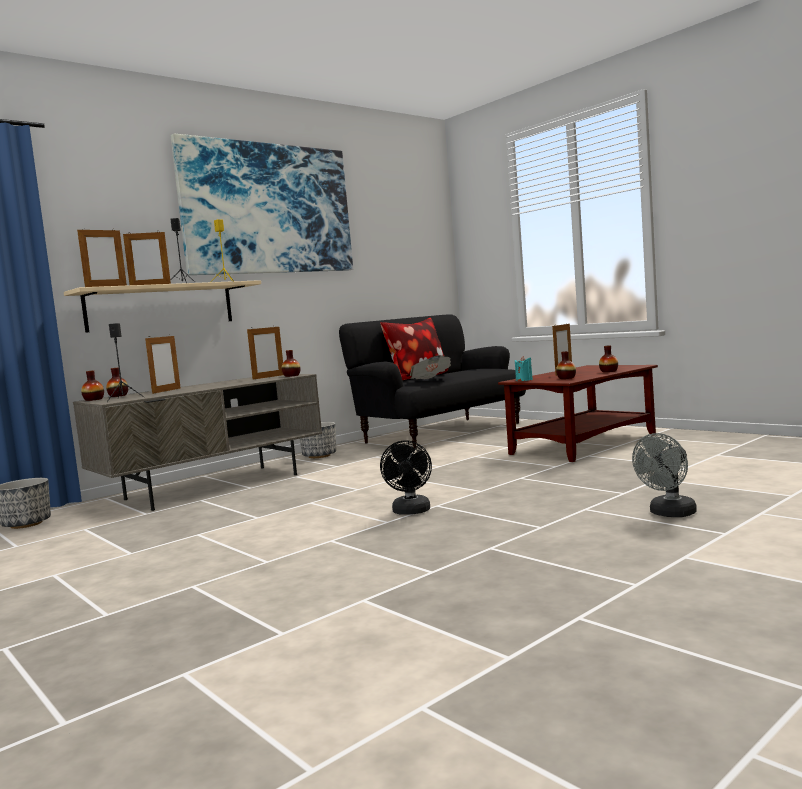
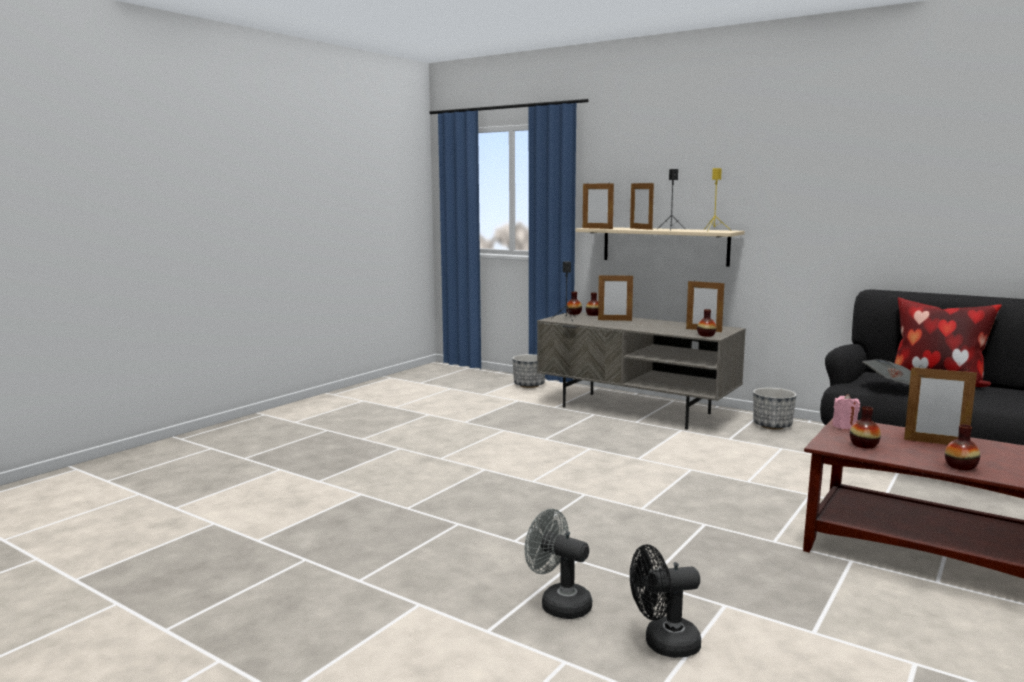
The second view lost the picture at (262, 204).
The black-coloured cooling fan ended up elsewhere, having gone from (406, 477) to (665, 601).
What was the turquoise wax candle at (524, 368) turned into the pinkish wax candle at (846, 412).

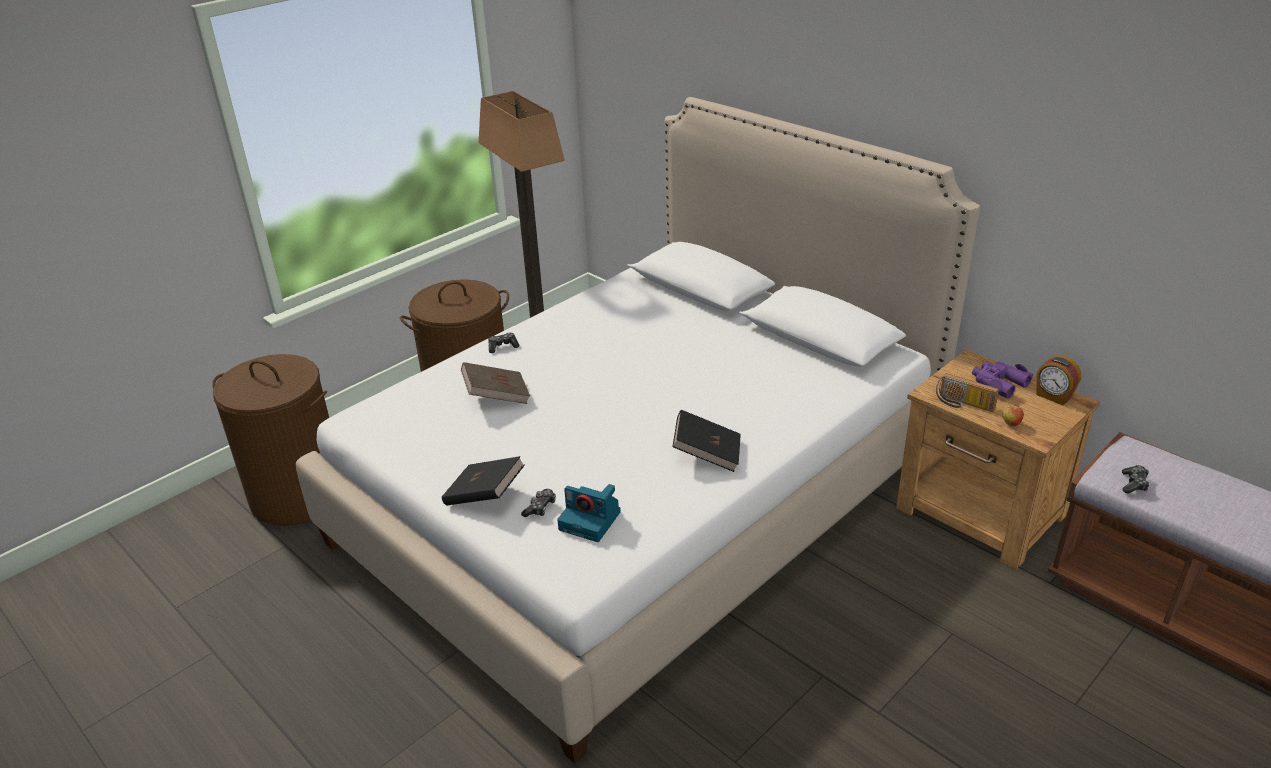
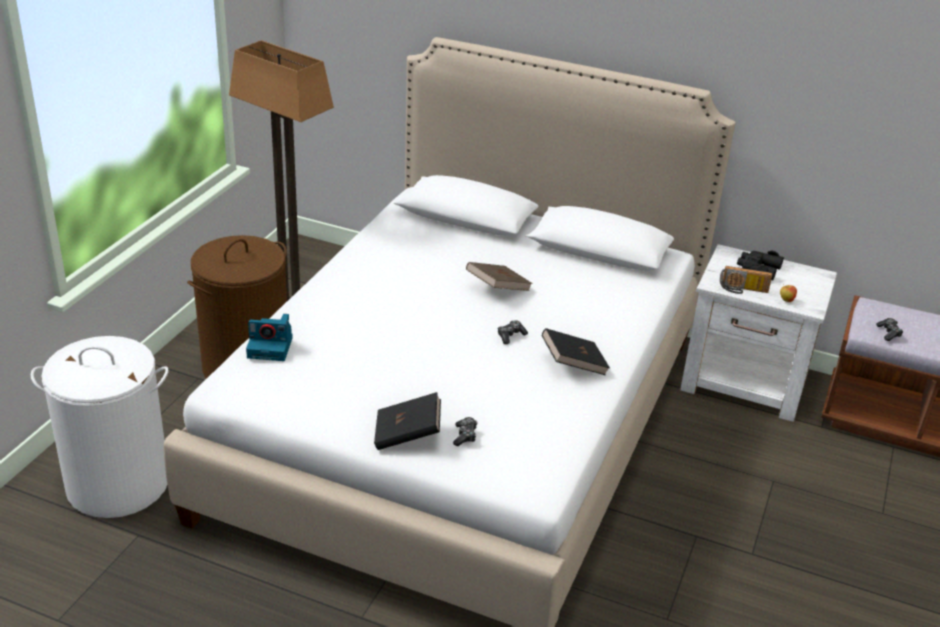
The second view lost the alarm clock at (1058, 380).
The brown-coloured bound book ended up elsewhere, having gone from (495, 383) to (499, 276).
The game controller ended up elsewhere, having gone from (504, 343) to (513, 332).
The still camera ended up elsewhere, having gone from (589, 513) to (269, 337).
What was the brown-coloured laundry basket at (270, 440) turned into the white-coloured laundry basket at (100, 427).
What was the brown-coloured nightstand at (998, 460) turned into the white-coloured nightstand at (758, 333).
What was the purple field glasses at (1002, 380) turned into the black-coloured field glasses at (760, 265).

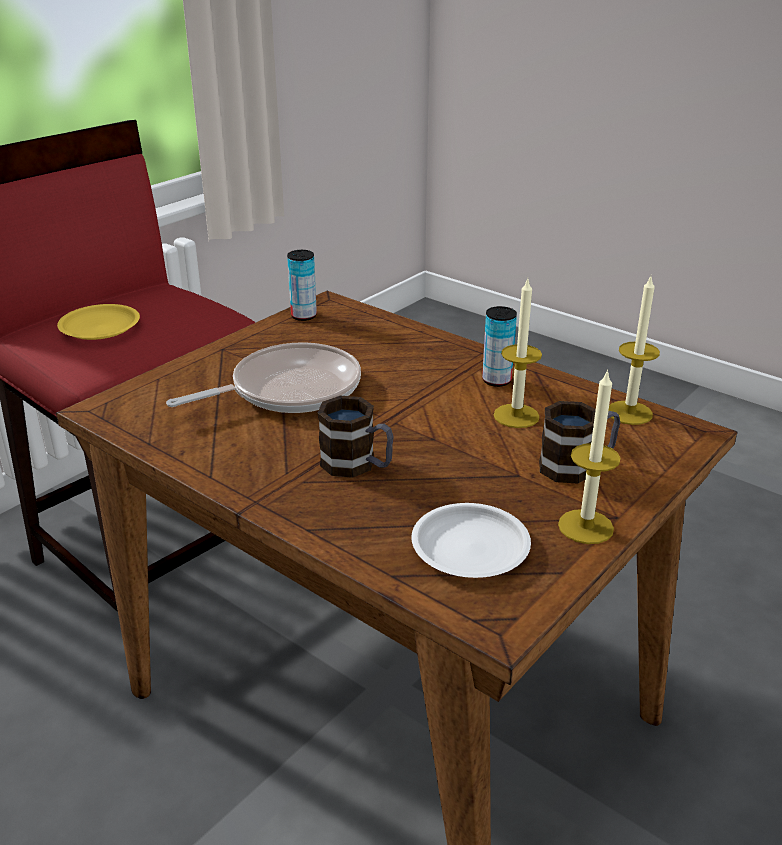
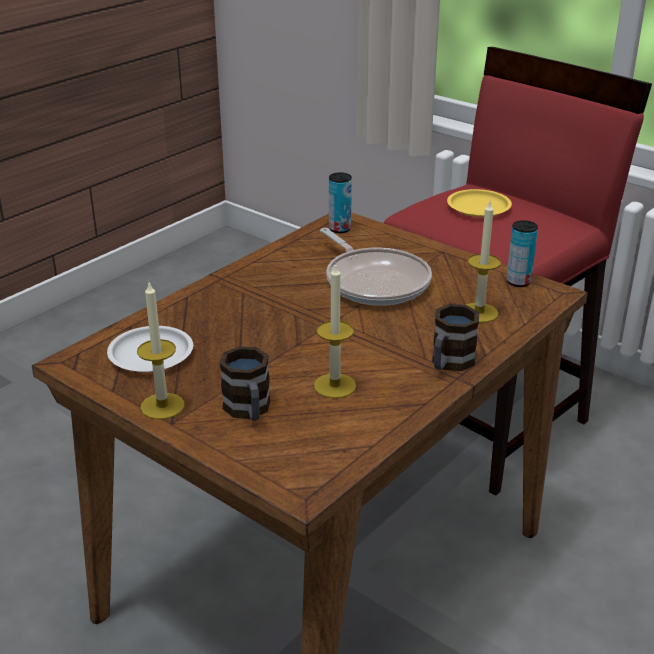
The tea mug ended up elsewhere, having gone from (356, 437) to (455, 337).
The metal can ended up elsewhere, having gone from (499, 346) to (340, 202).
The wax candle ended up elsewhere, having gone from (634, 351) to (483, 262).

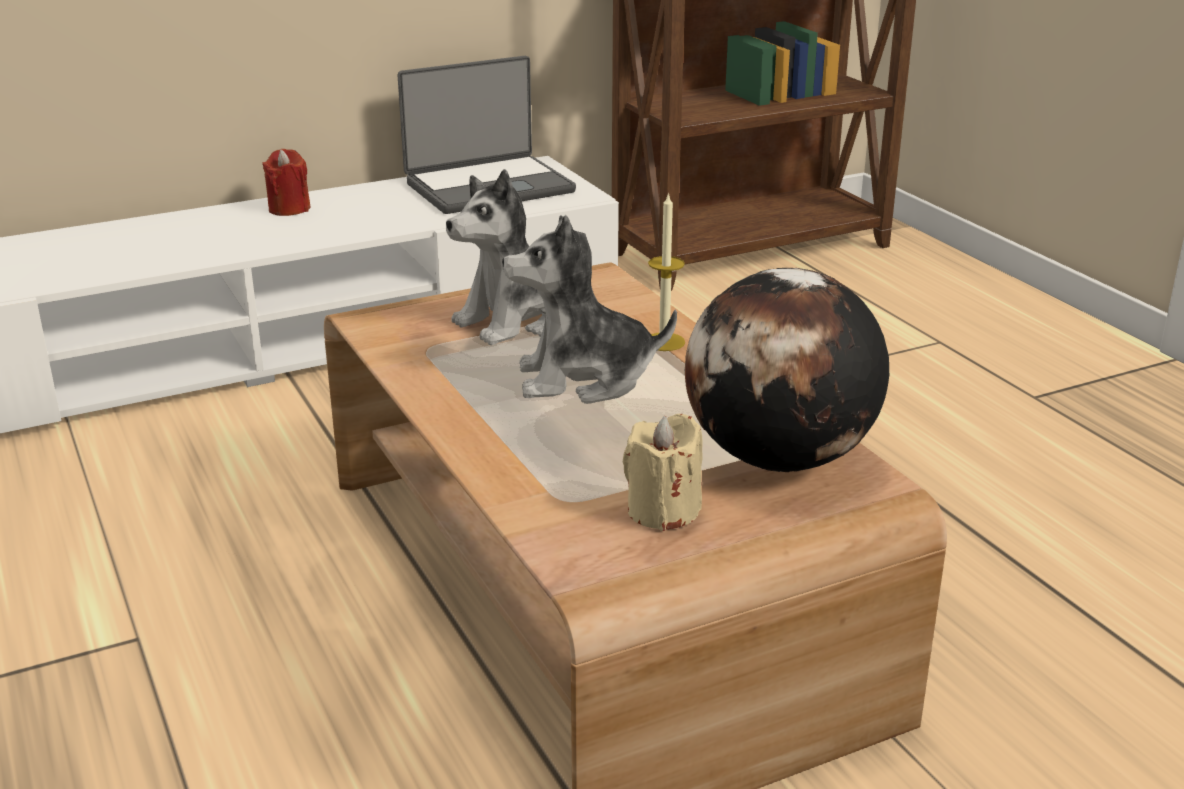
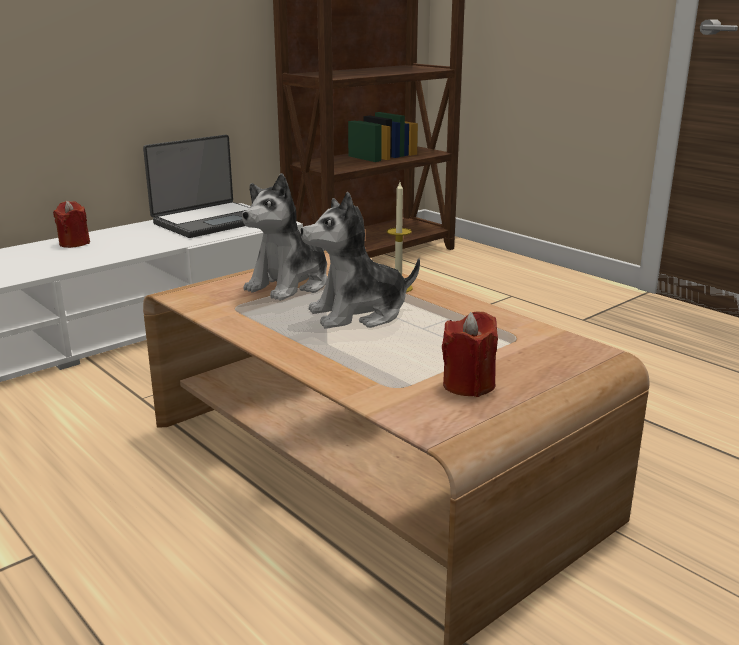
The second view lost the globe at (787, 370).
What was the sand-coloured wax candle at (663, 472) turned into the reddish wax candle at (470, 354).

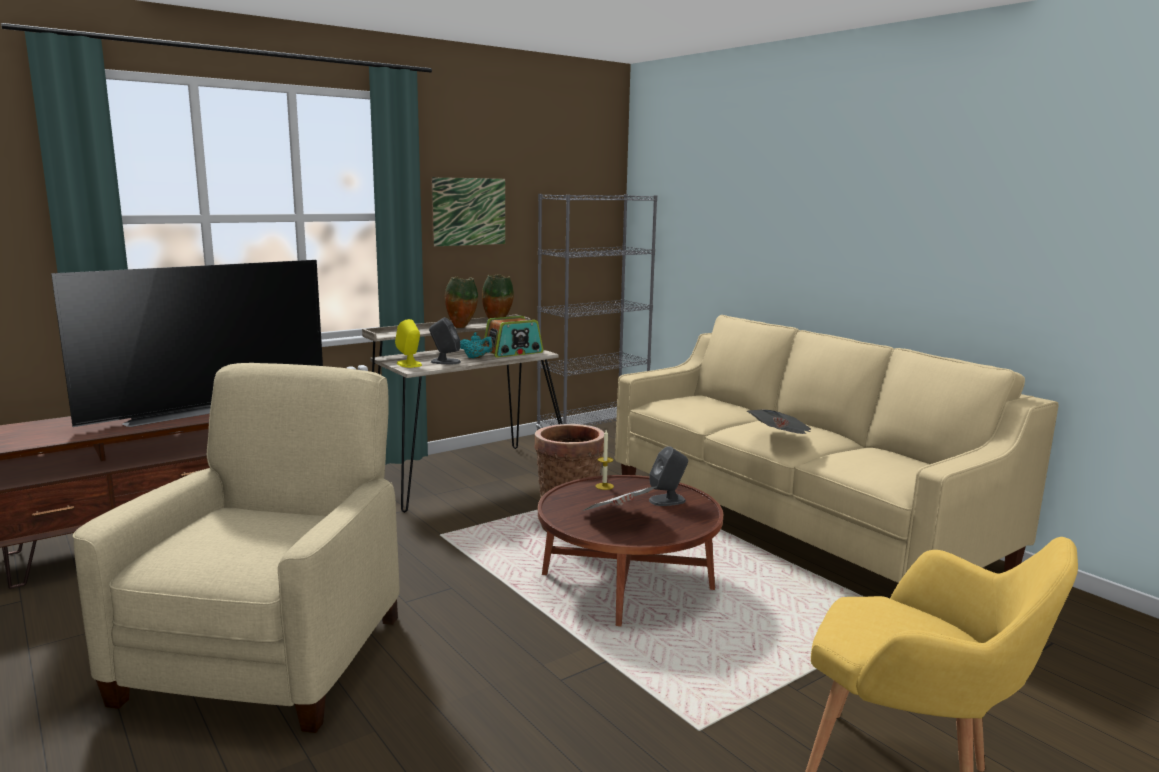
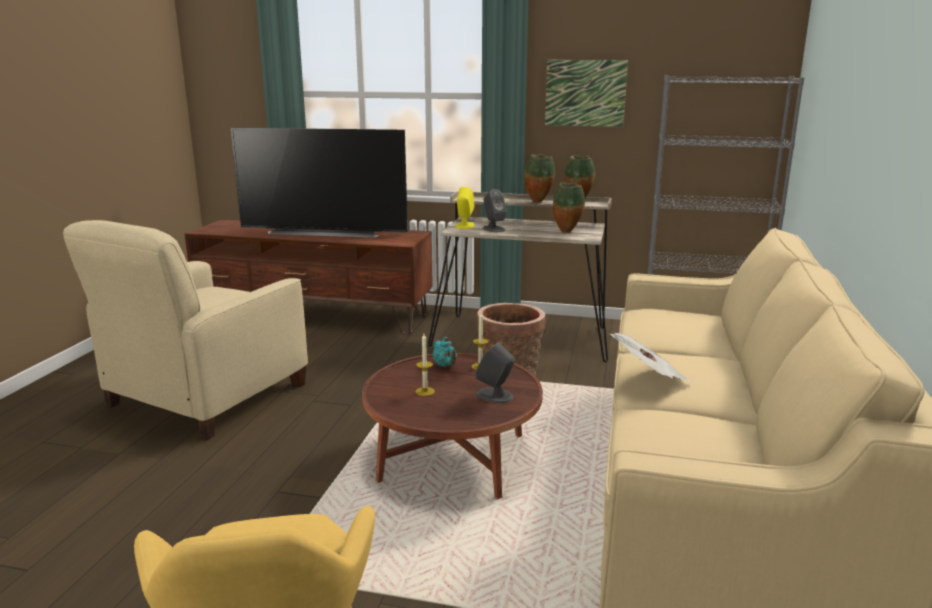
The turquoise teapot ended up elsewhere, having gone from (477, 345) to (445, 352).
Where the radio set stood at (513, 337), the decorative vase came to stand at (569, 207).
Where the printed paper stood at (620, 498), the wax candle came to stand at (425, 365).
The sand-coloured armchair at (236, 548) ended up facing another way, 150 degrees clockwise from before.

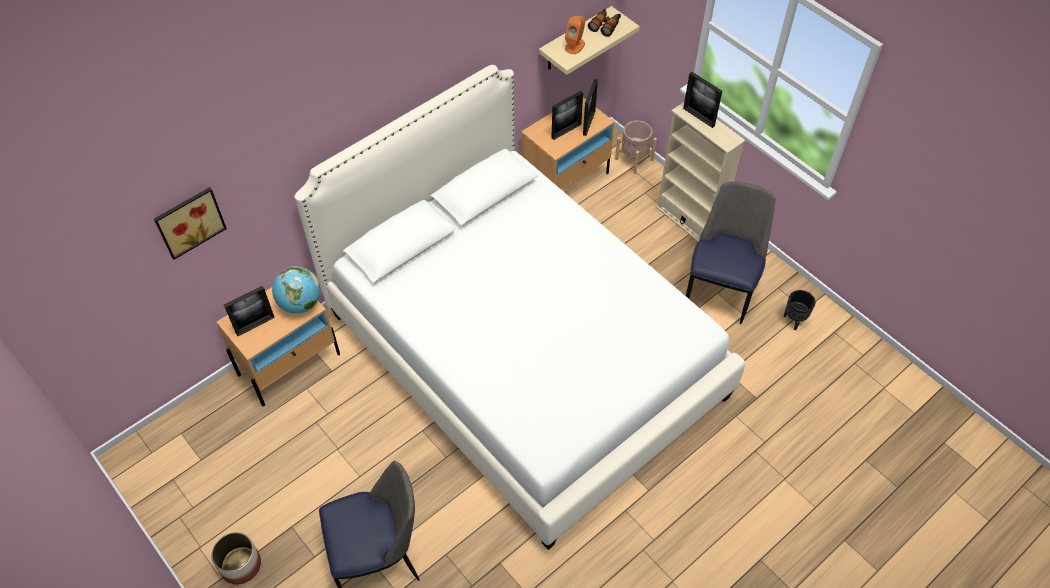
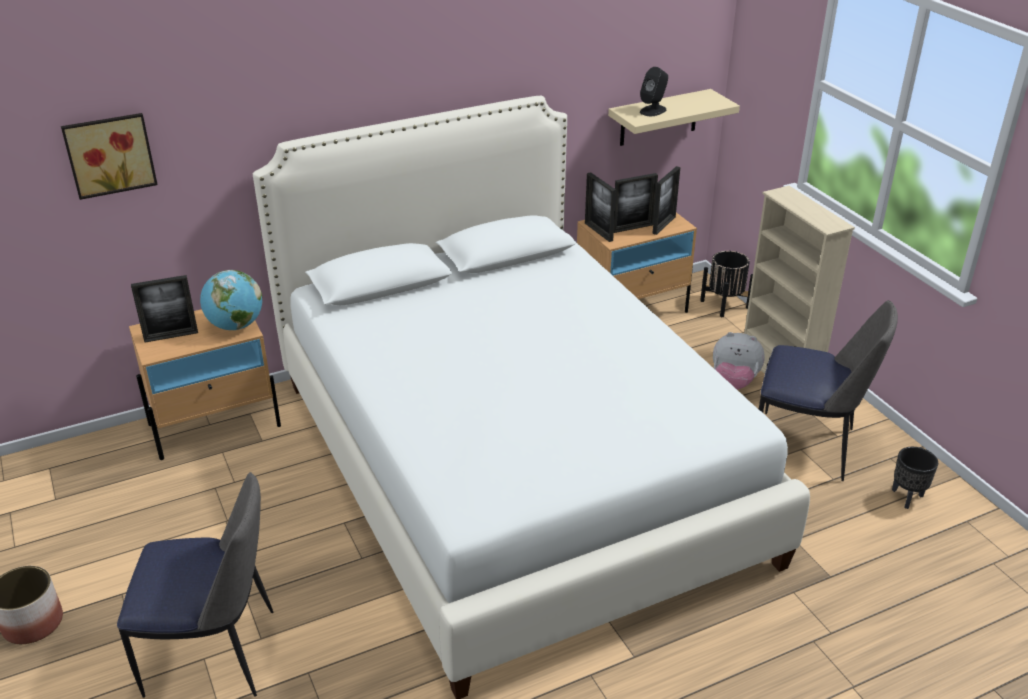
The second view lost the field glasses at (604, 23).
The second view gained the cuddly toy at (739, 361).
The standing frame ended up elsewhere, having gone from (702, 100) to (600, 207).
What was the orangey audio speaker at (575, 35) turned into the black-coloured audio speaker at (654, 91).
What was the sand-coloured flower pot at (636, 147) turned into the black-coloured flower pot at (726, 284).
The plain chair at (731, 252) ended up facing another way, 75 degrees clockwise from before.

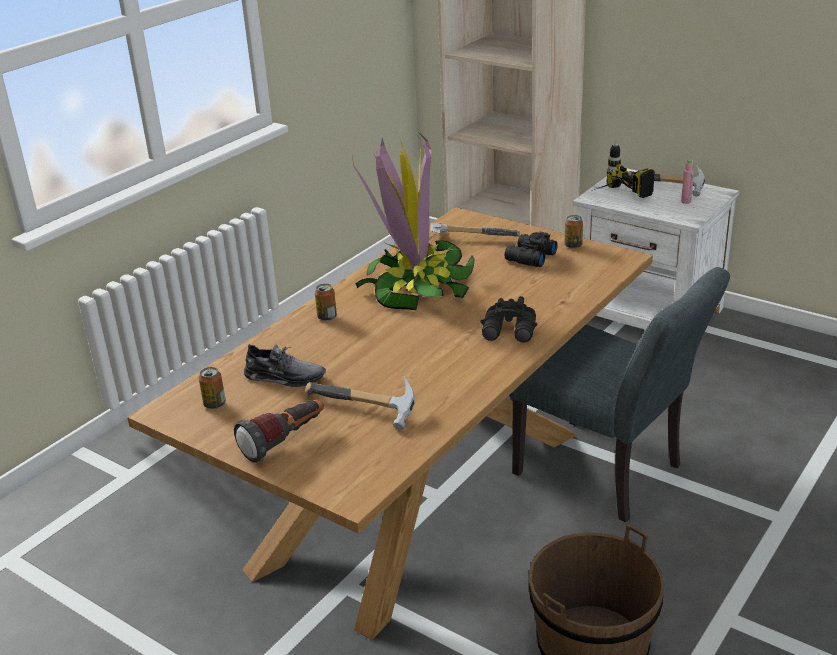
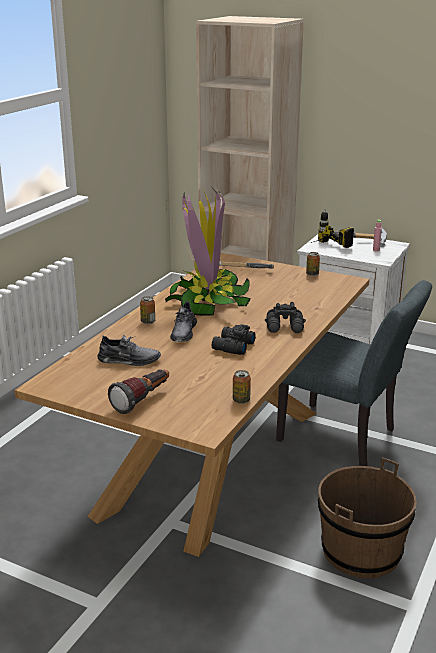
The second view lost the hammer at (360, 402).
The second view gained the gray shoe at (183, 321).
The metal can ended up elsewhere, having gone from (212, 388) to (242, 387).
The black-coloured field glasses ended up elsewhere, having gone from (531, 249) to (234, 339).

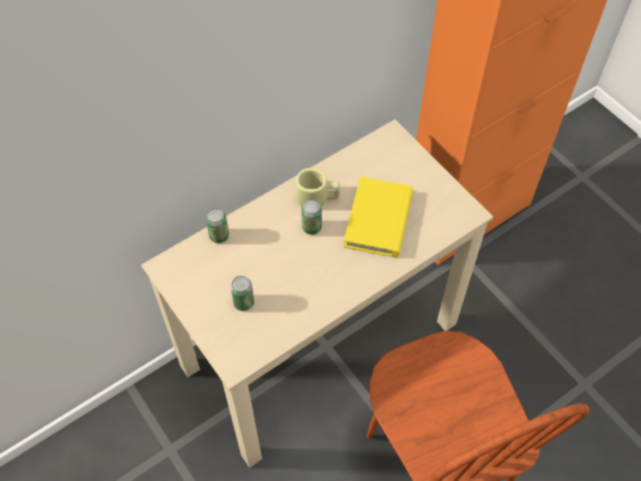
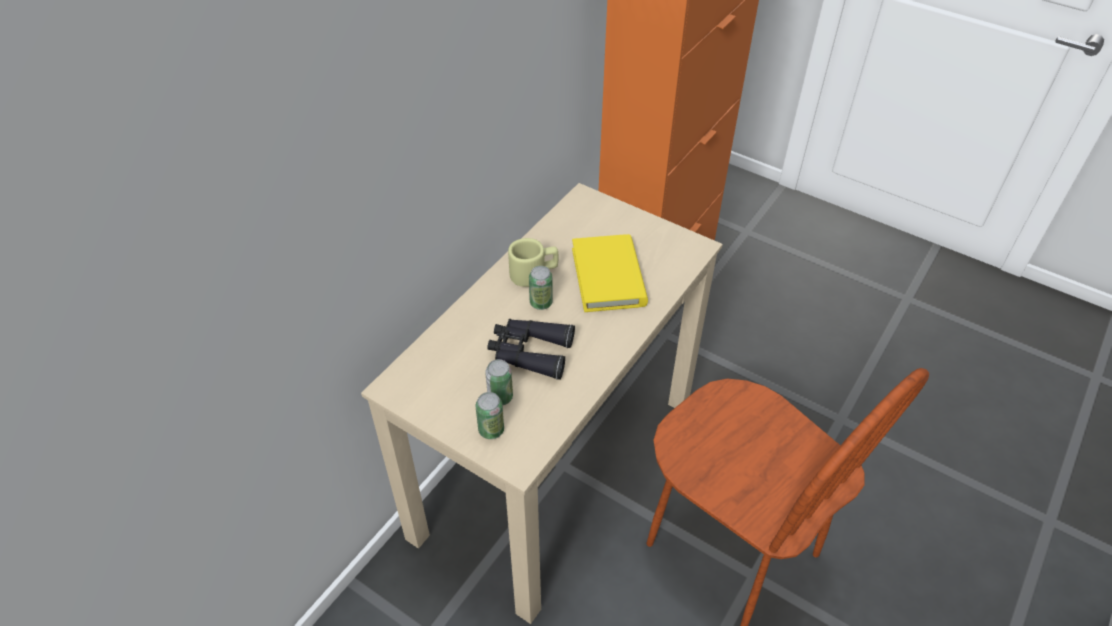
The second view gained the black-coloured field glasses at (531, 349).
The metal can ended up elsewhere, having gone from (217, 225) to (490, 415).

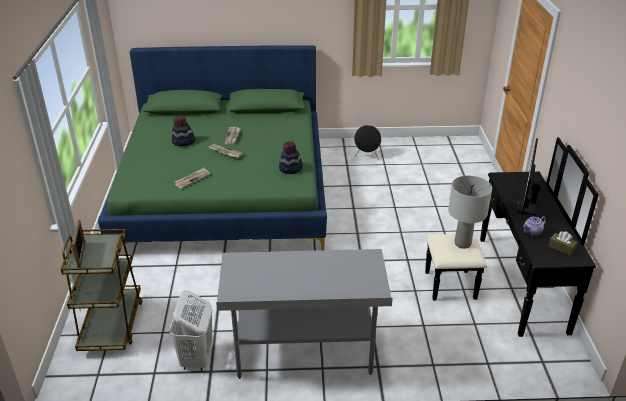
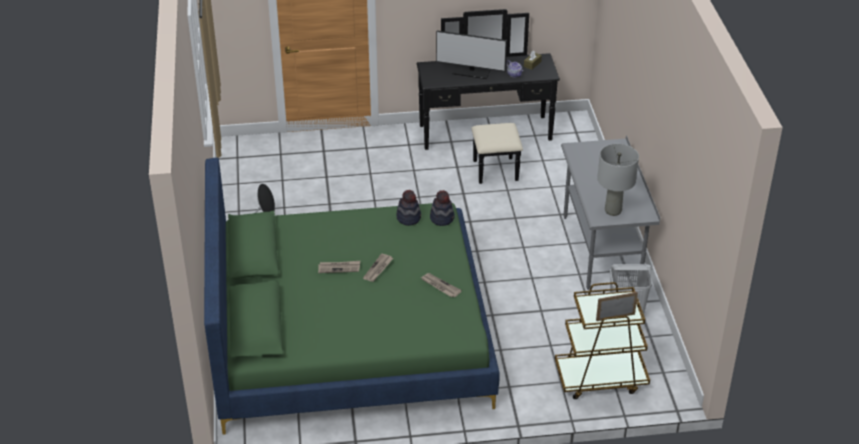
The hat ended up elsewhere, having gone from (183, 131) to (442, 208).
The gray table lamp ended up elsewhere, having gone from (470, 212) to (618, 180).

